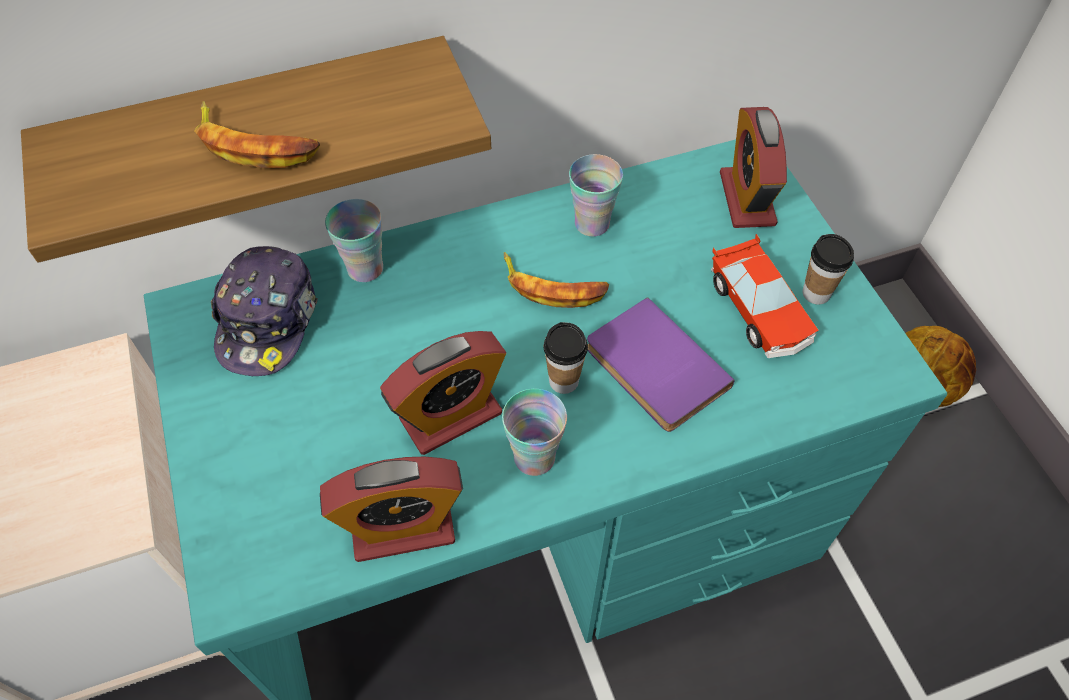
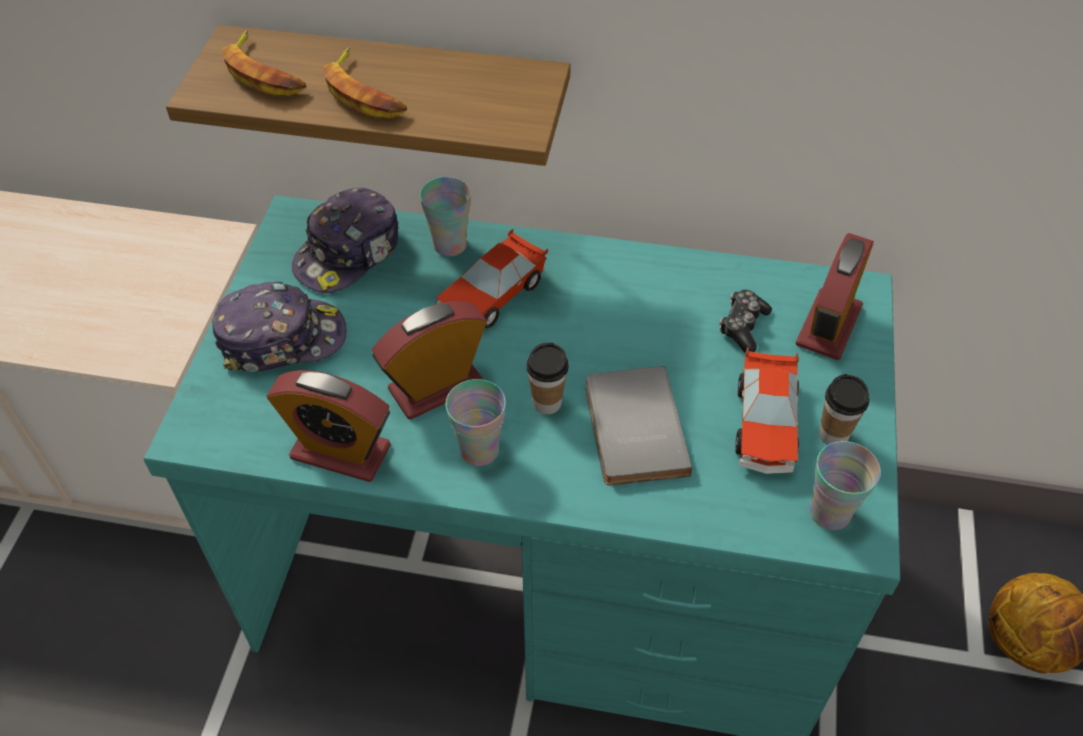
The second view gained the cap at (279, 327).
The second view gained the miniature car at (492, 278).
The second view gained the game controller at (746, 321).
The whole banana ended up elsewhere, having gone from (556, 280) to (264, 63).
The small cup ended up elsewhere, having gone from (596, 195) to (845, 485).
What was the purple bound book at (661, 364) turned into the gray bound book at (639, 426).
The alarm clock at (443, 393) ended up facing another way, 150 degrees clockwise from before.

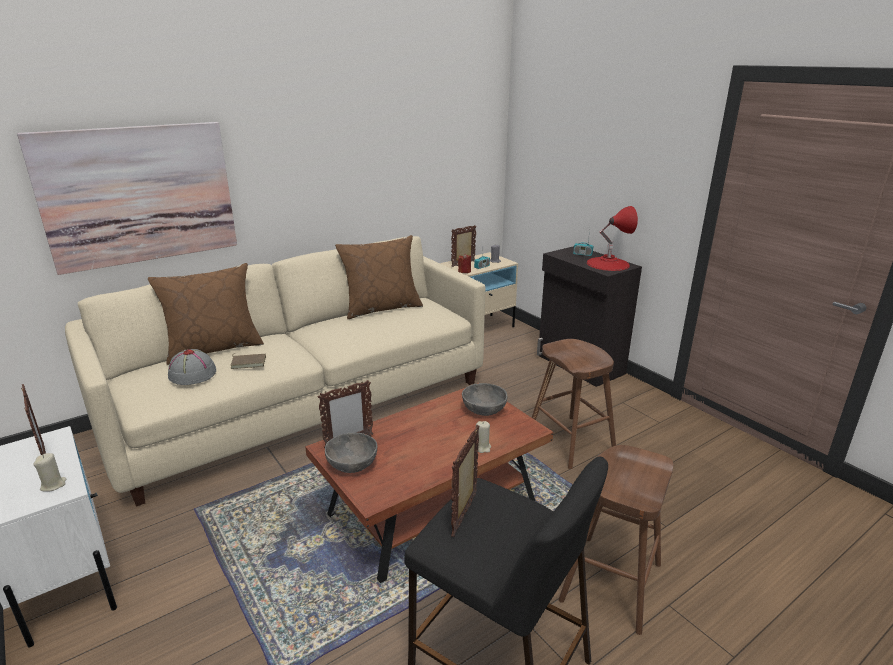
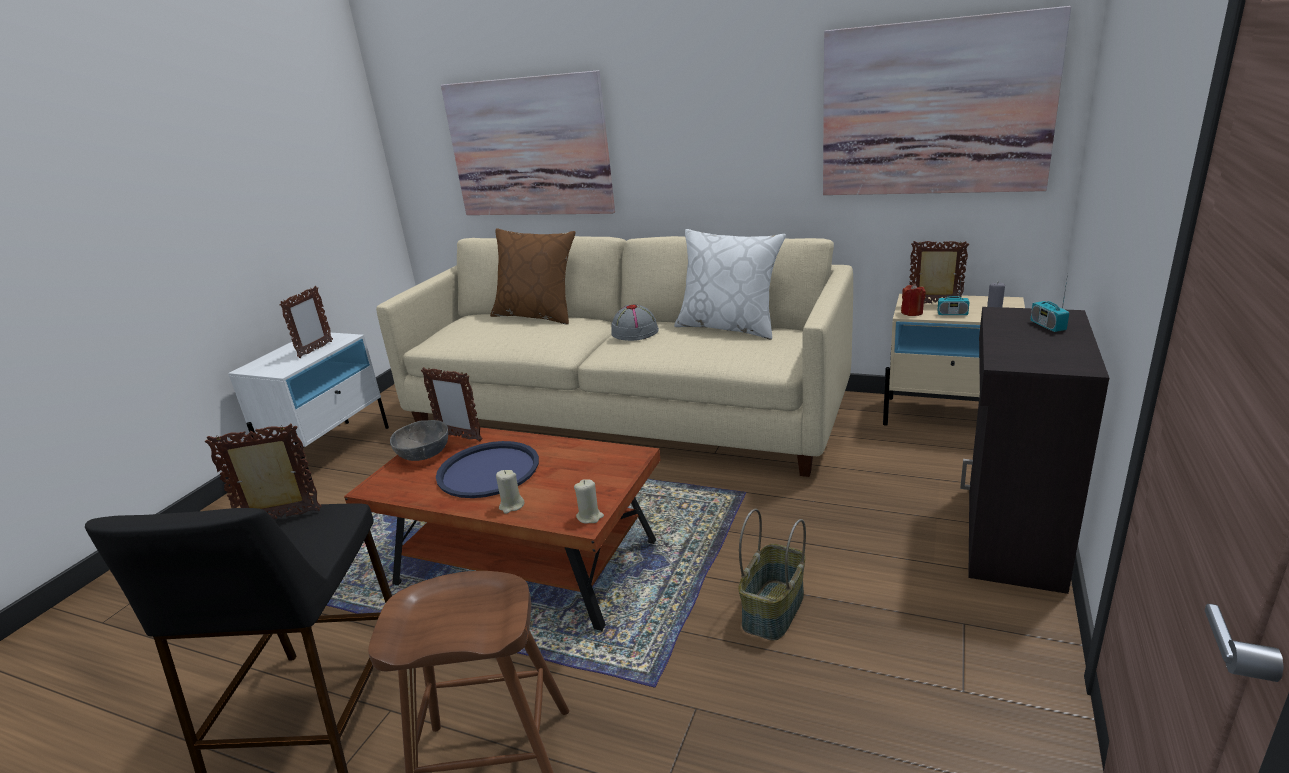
The second view lost the brown-coloured bound book at (248, 361).
The second view lost the gray bowl at (484, 399).
The second view lost the reddish table lamp at (612, 238).
The second view gained the blue-coloured tray at (487, 469).
The second view gained the picture at (947, 100).
The sand-coloured wax candle ended up elsewhere, having gone from (49, 472) to (589, 501).
The gray hat ended up elsewhere, having gone from (192, 367) to (635, 322).
Where the brown-coloured stool stood at (574, 404), the basket came to stand at (772, 574).
What was the brown-coloured pillow at (379, 277) turned into the white-coloured pillow at (730, 284).

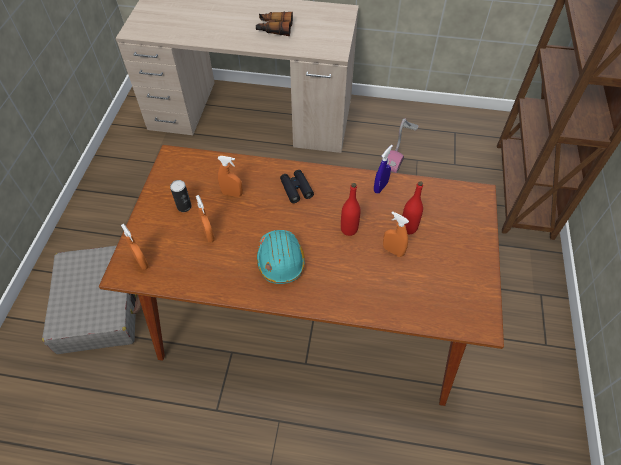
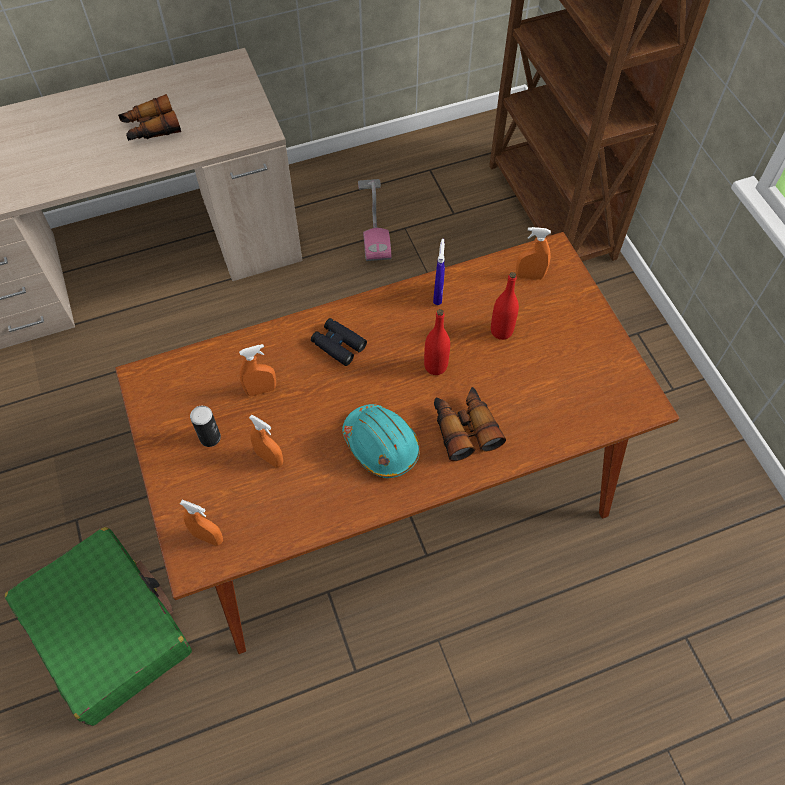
The second view gained the field glasses at (470, 424).
The orangey hand sprayer ended up elsewhere, having gone from (396, 234) to (533, 253).
What was the gray travel case at (91, 300) turned into the green travel case at (98, 626).

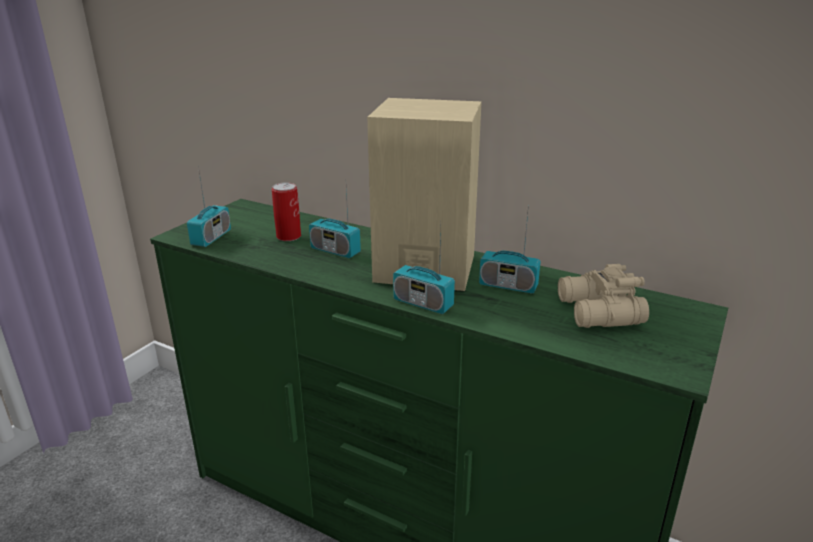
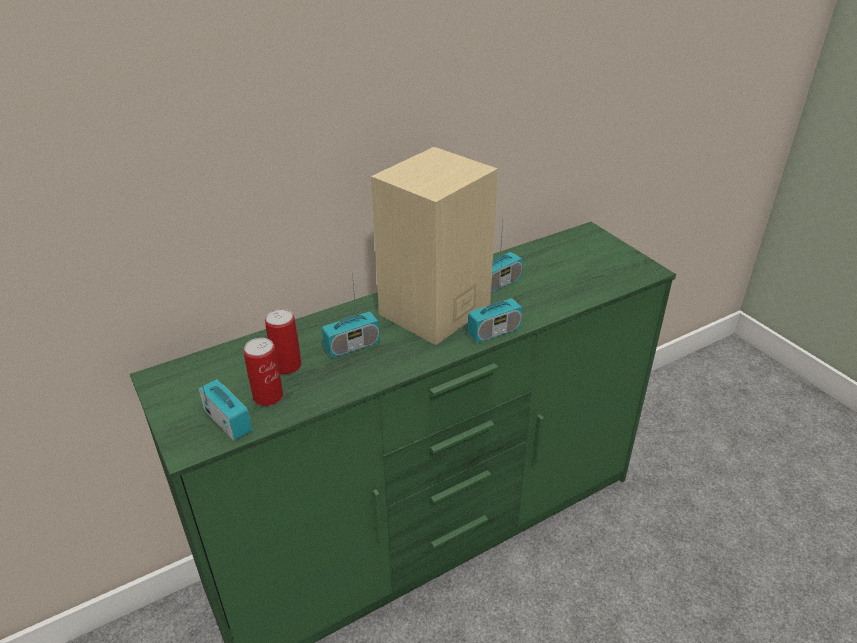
The second view lost the sand-coloured field glasses at (603, 296).
The second view gained the metal can at (263, 372).

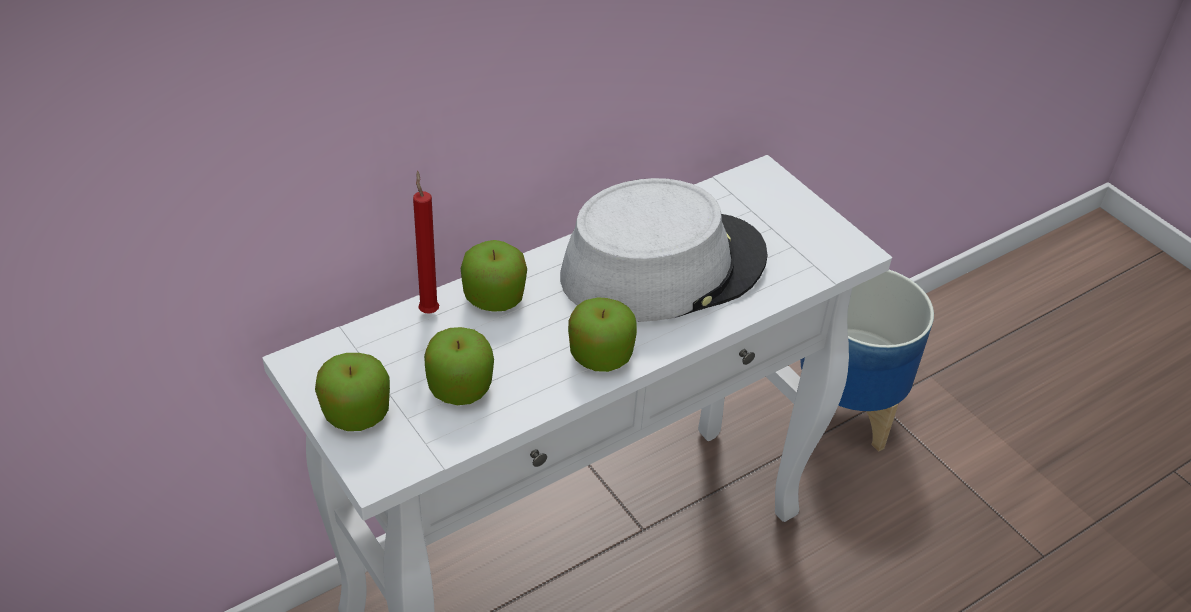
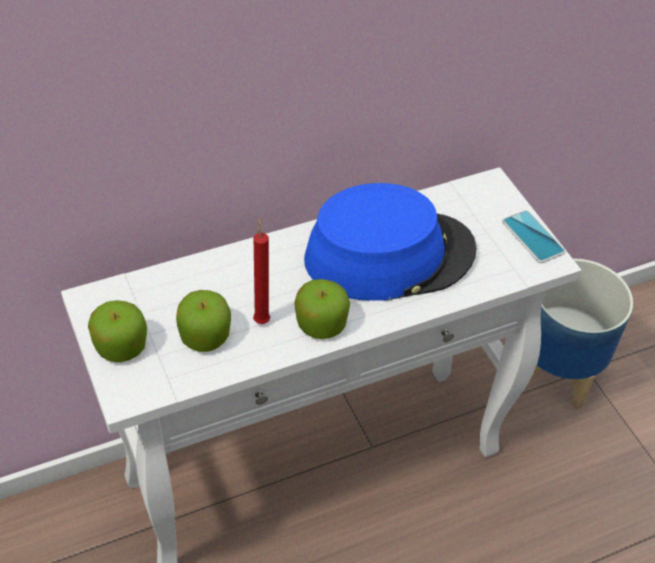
The second view lost the whole apple at (493, 276).
The second view gained the phone at (533, 236).
The reddish wax candle ended up elsewhere, having gone from (426, 242) to (261, 270).
What was the gray hat at (664, 250) turned into the blue-coloured hat at (390, 242).

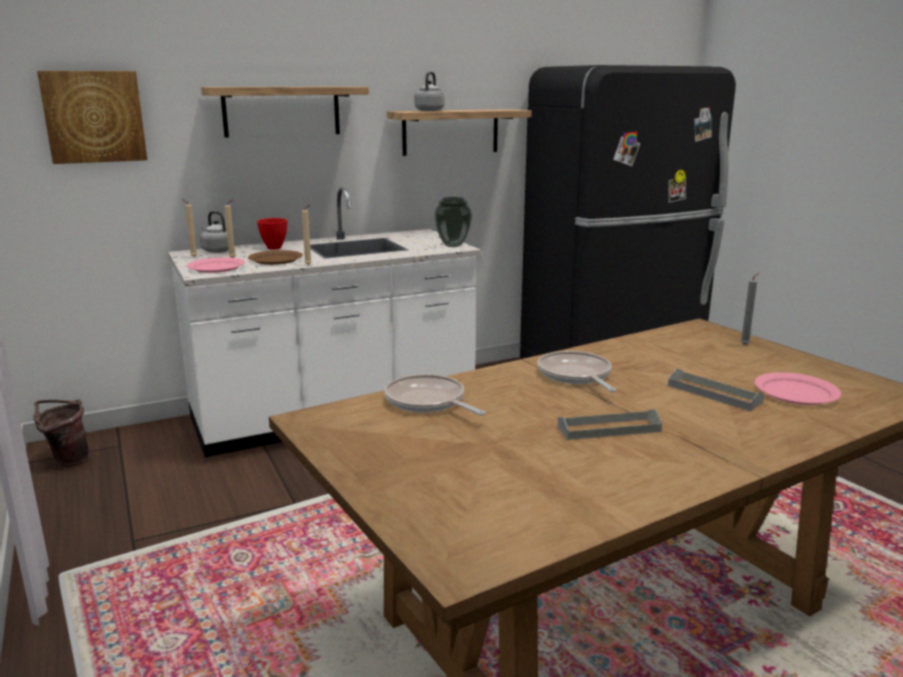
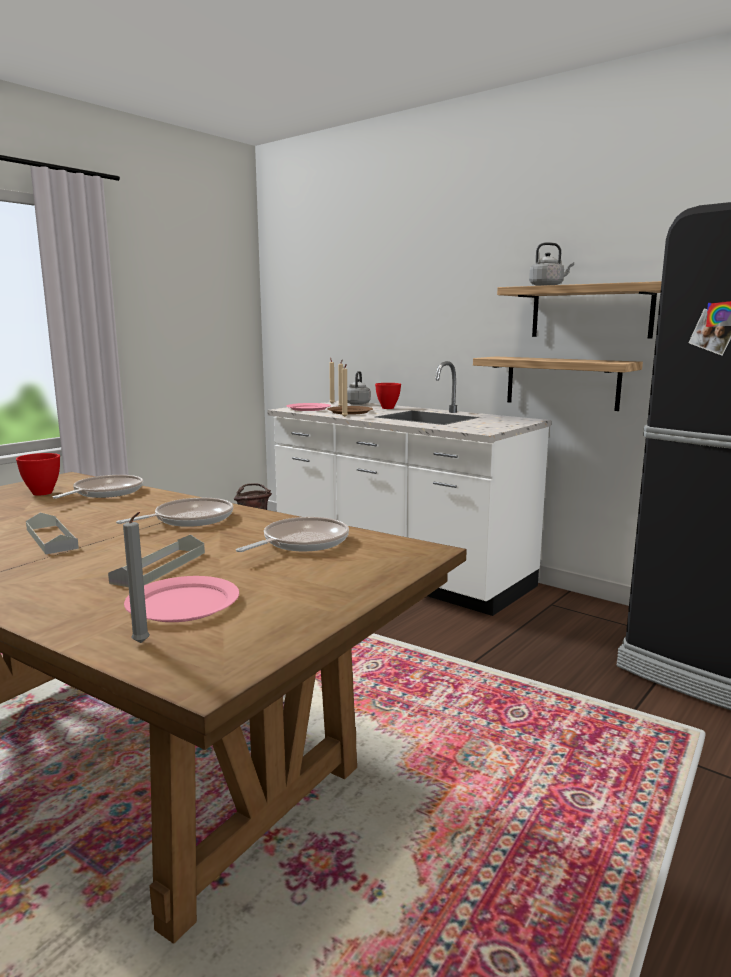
The second view lost the picture at (92, 117).
The second view lost the decorative vase at (453, 222).
The second view gained the reddish bowl at (38, 474).
The second view gained the pan at (292, 534).
The shelf ended up elsewhere, having gone from (285, 112) to (558, 383).
The gray wax candle ended up elsewhere, having gone from (749, 309) to (136, 577).

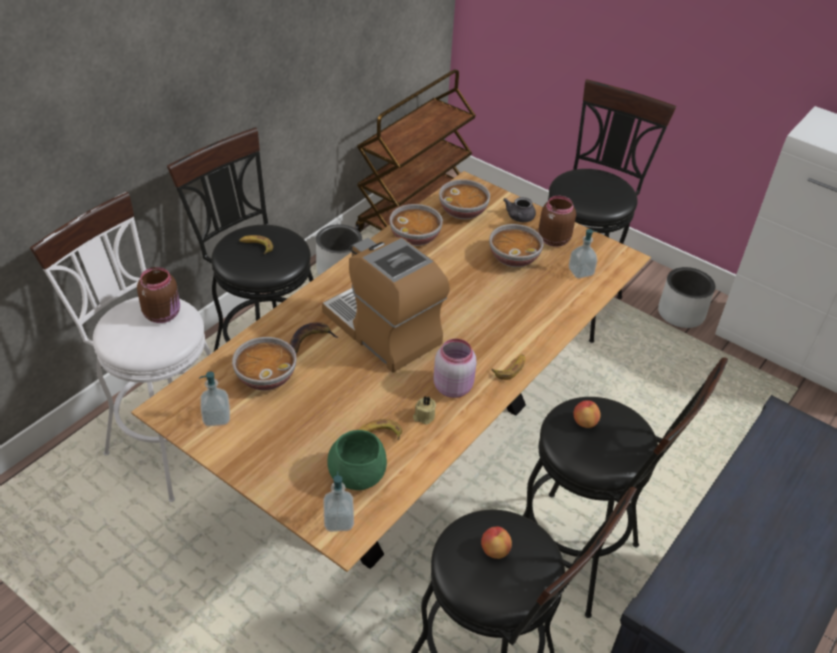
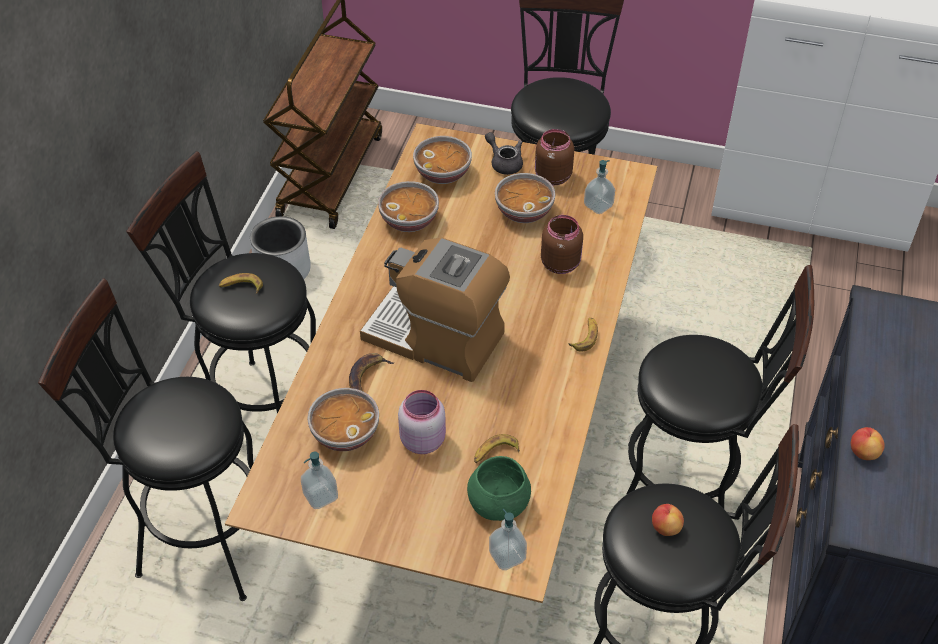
The second view lost the sand-coloured wax candle at (424, 410).
The second view lost the gray flower pot at (686, 297).
The brown-coloured jar ended up elsewhere, having gone from (158, 295) to (562, 244).
The pinkish jar ended up elsewhere, having gone from (455, 368) to (422, 422).
The whole apple ended up elsewhere, having gone from (587, 414) to (868, 443).
What was the white-coloured stool at (121, 347) turned into the black-coloured stool at (145, 439).
The gray teapot at (519, 209) ended up facing another way, 135 degrees clockwise from before.

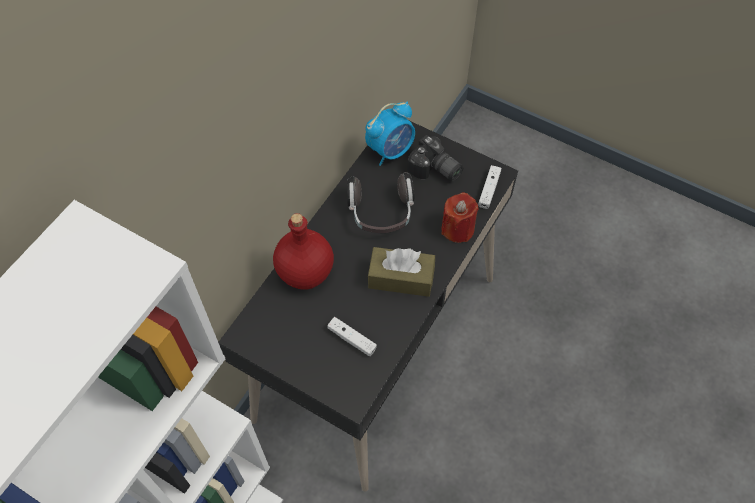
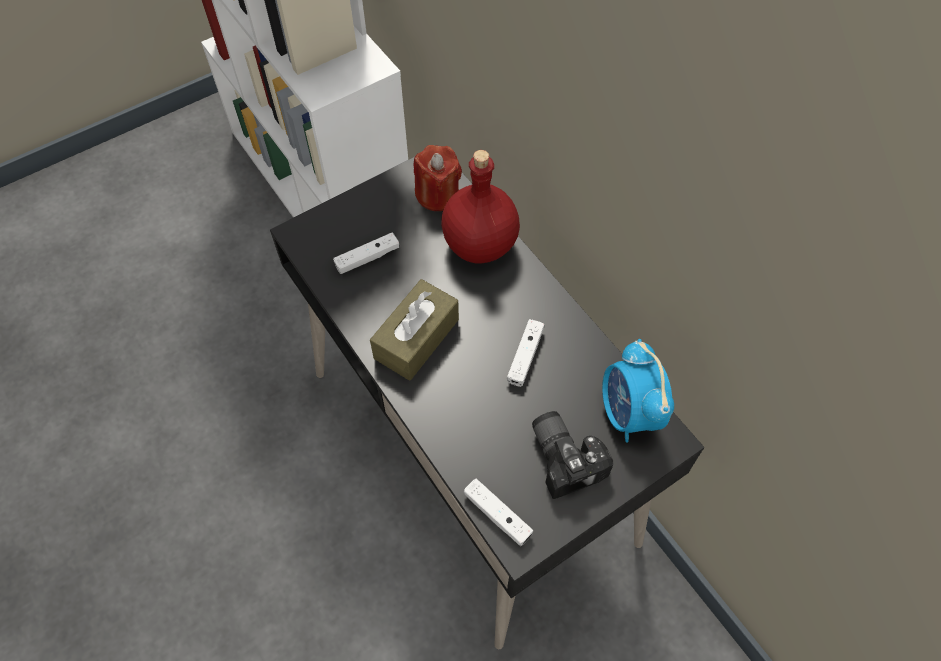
The reddish wax candle ended up elsewhere, having gone from (460, 217) to (438, 178).
Where the headset stood at (380, 202), the white-coloured game controller came to stand at (525, 353).
The still camera at (435, 158) ended up facing another way, 90 degrees clockwise from before.

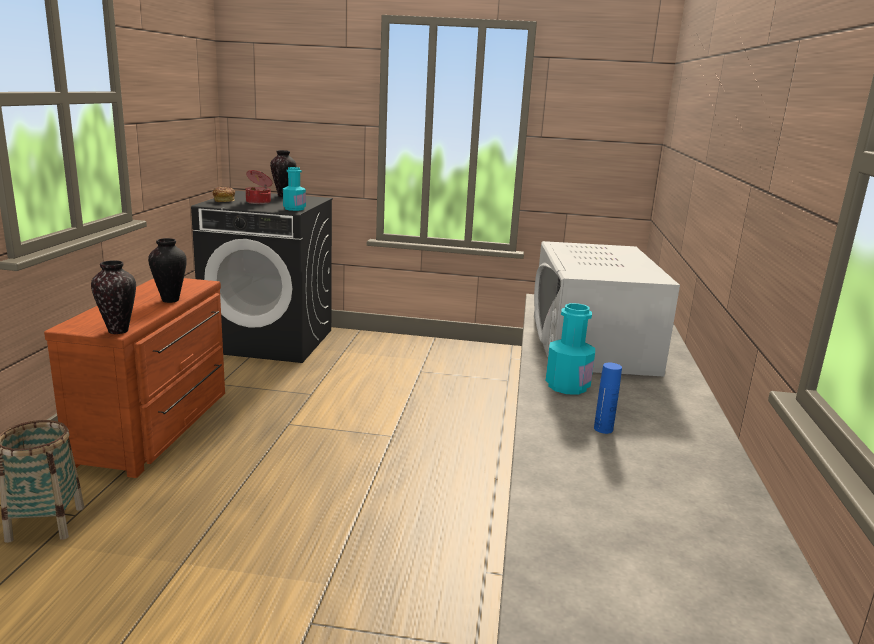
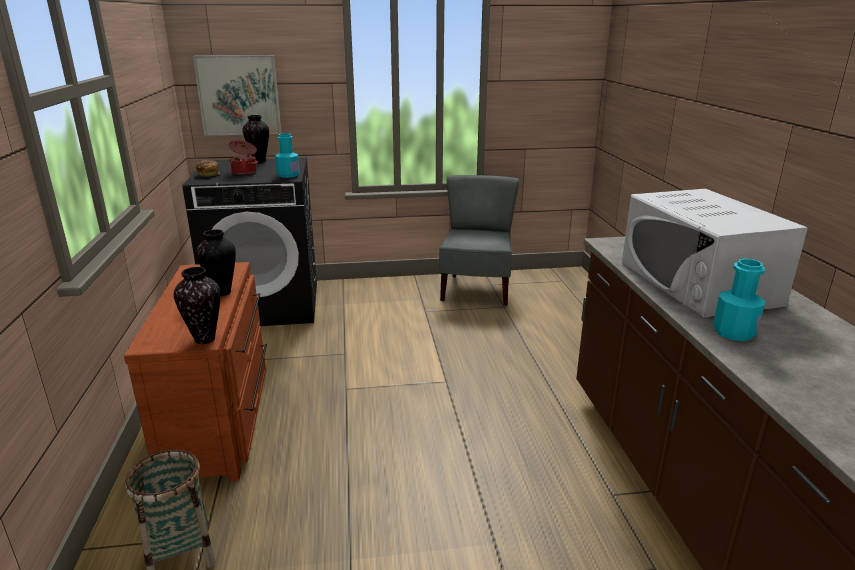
The second view lost the blue-coloured drink bottle at (608, 398).
The second view gained the picture at (237, 95).
The second view gained the gray plain chair at (479, 240).

